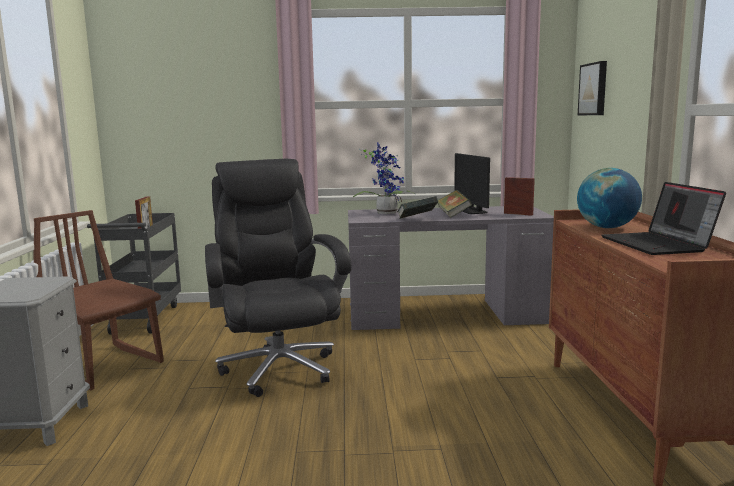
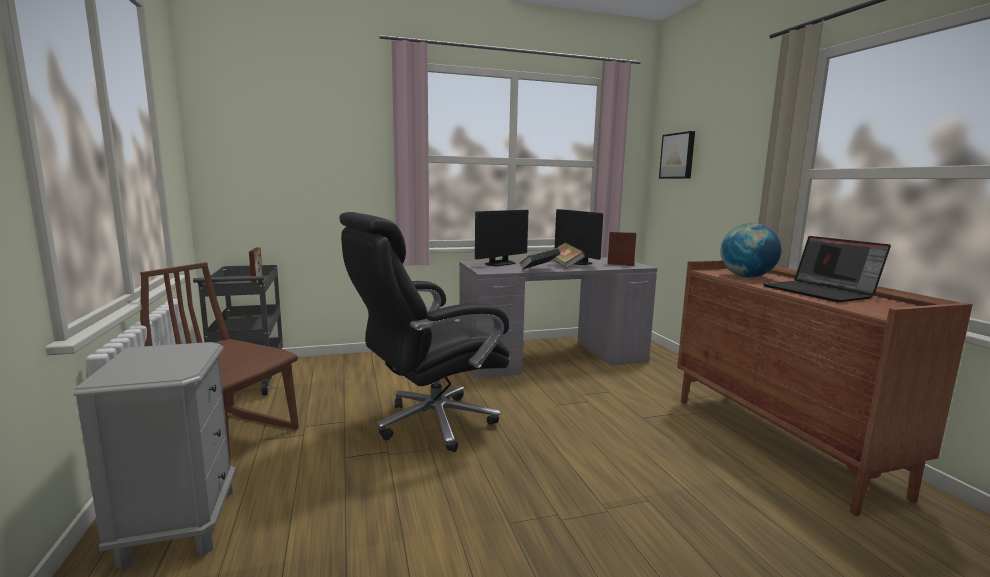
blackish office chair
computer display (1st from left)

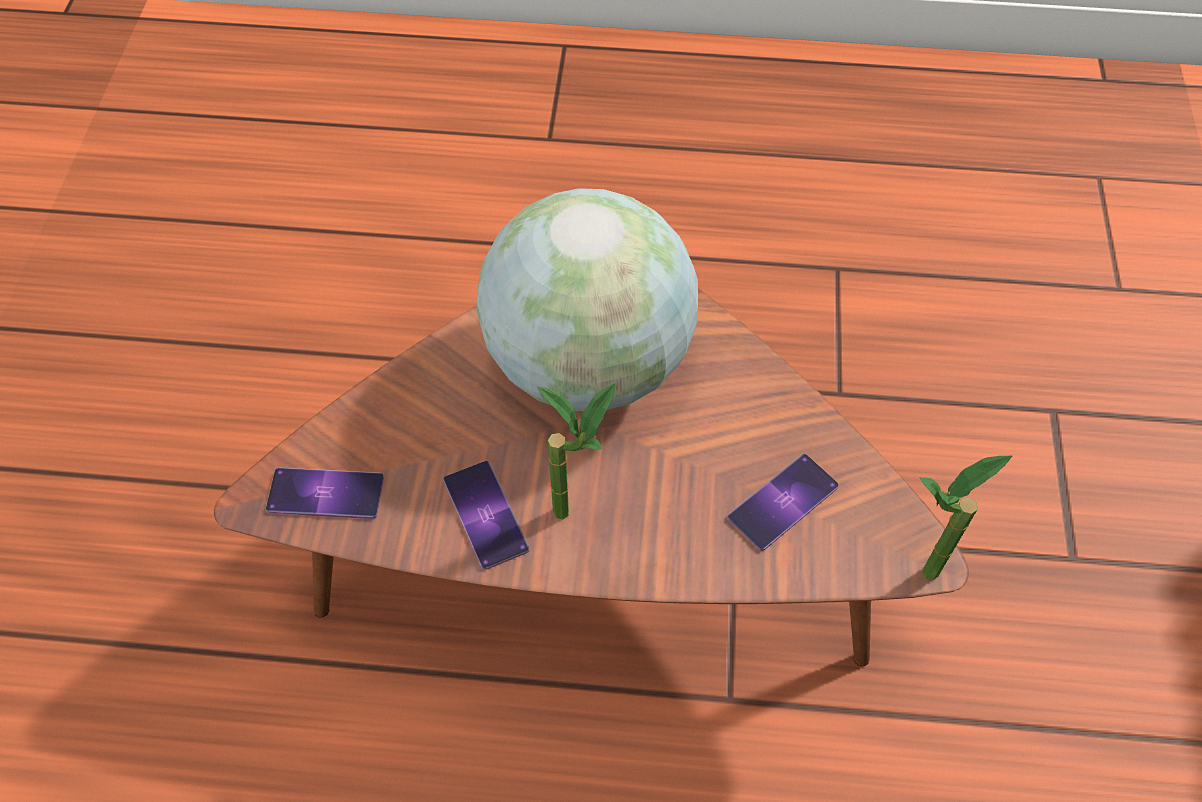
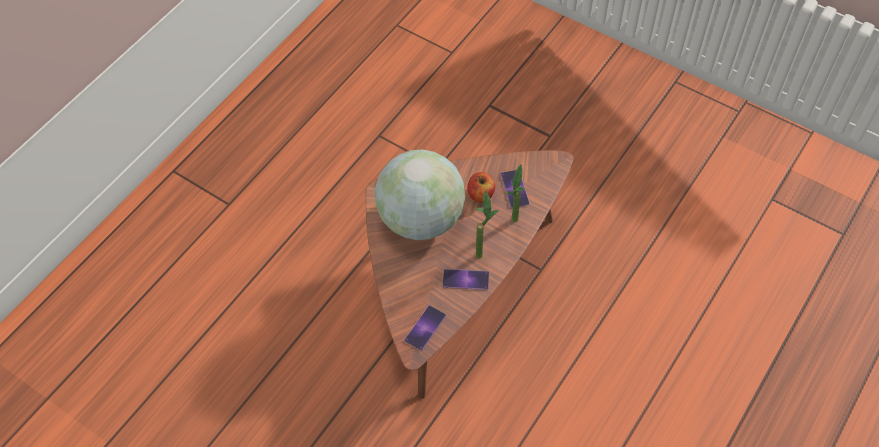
potted plant (2nd from left)
whole apple

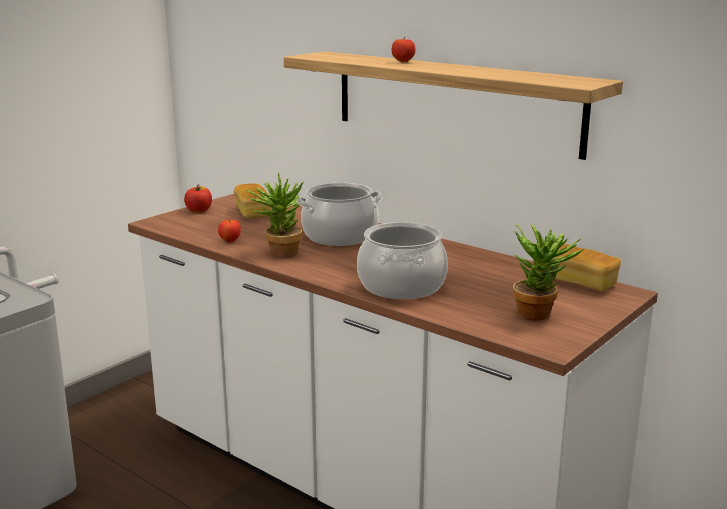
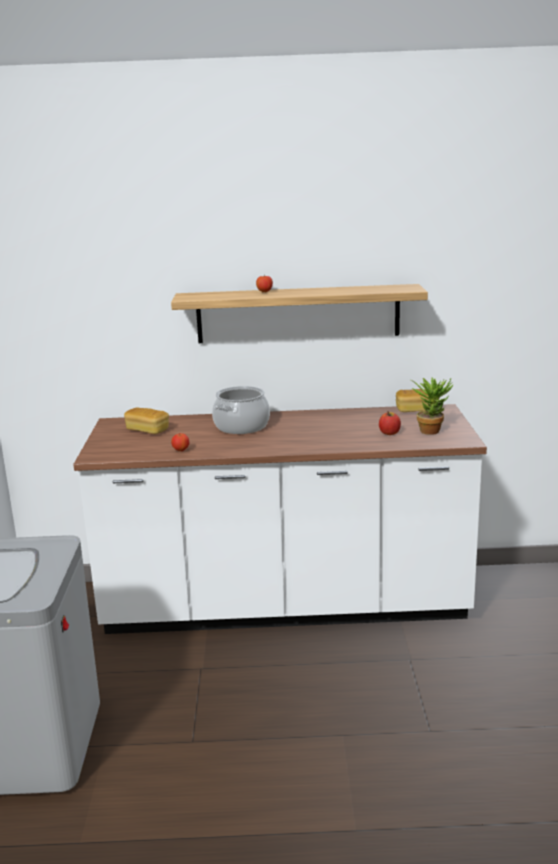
whole apple (3rd from left)
potted plant (1st from left in the first image)
stockpot (2nd from left in the first image)

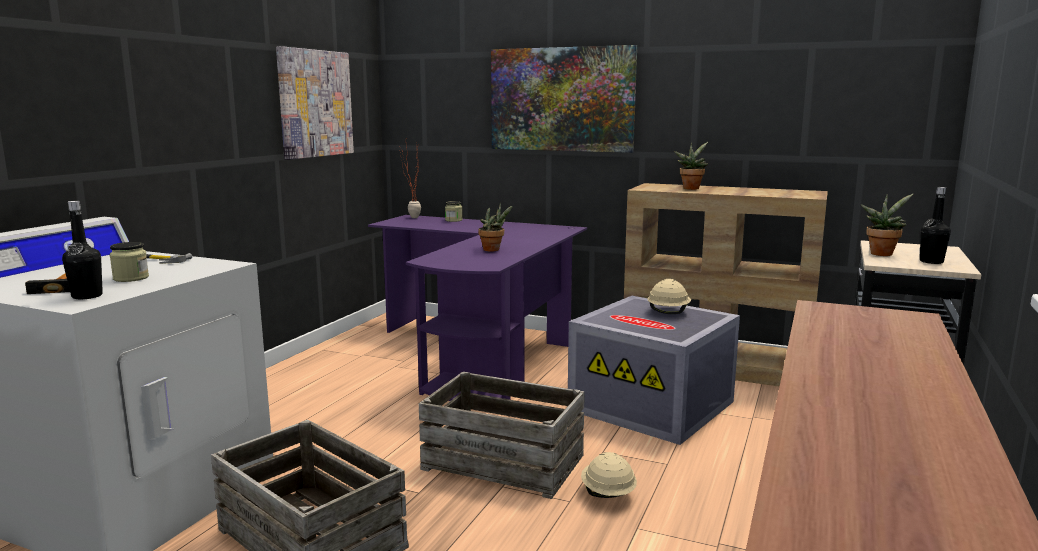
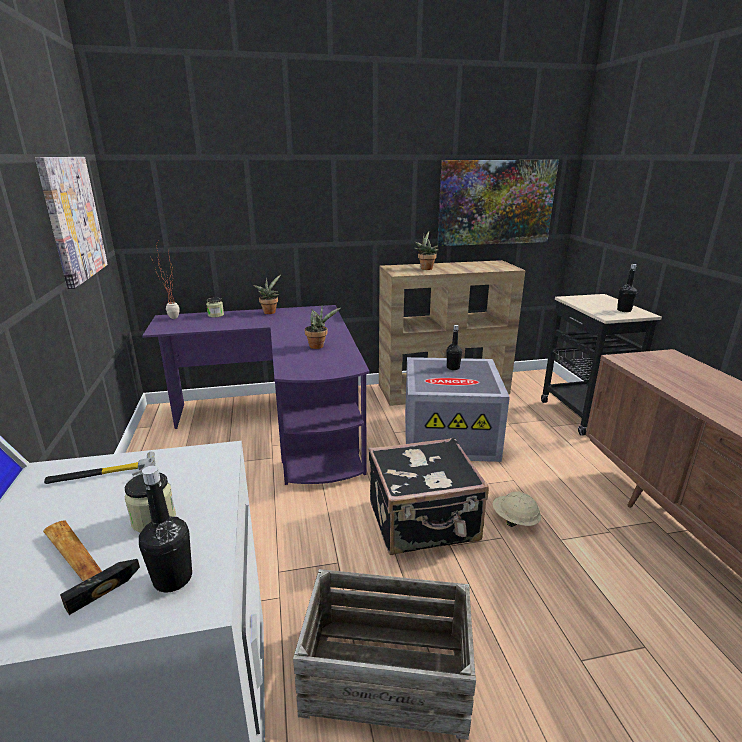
blackish piece of luggage
picture (2nd from left)
blackish beverage bottle (2nd from left)
potted plant (2nd from left)

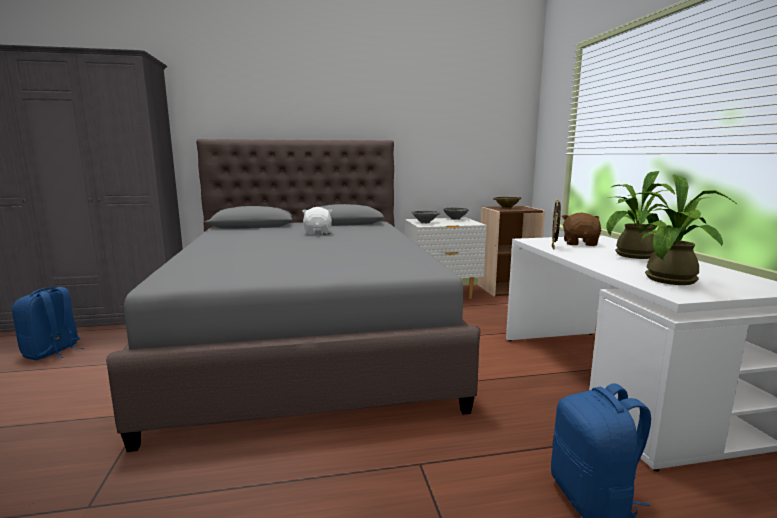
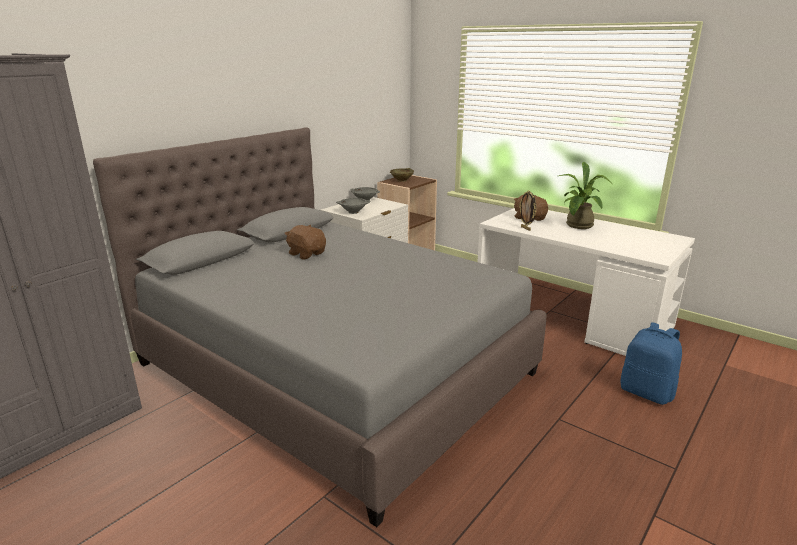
bluish knapsack (1st from left in the first image)
brown-coloured plush toy (1st from left)
potted plant (2nd from left in the first image)

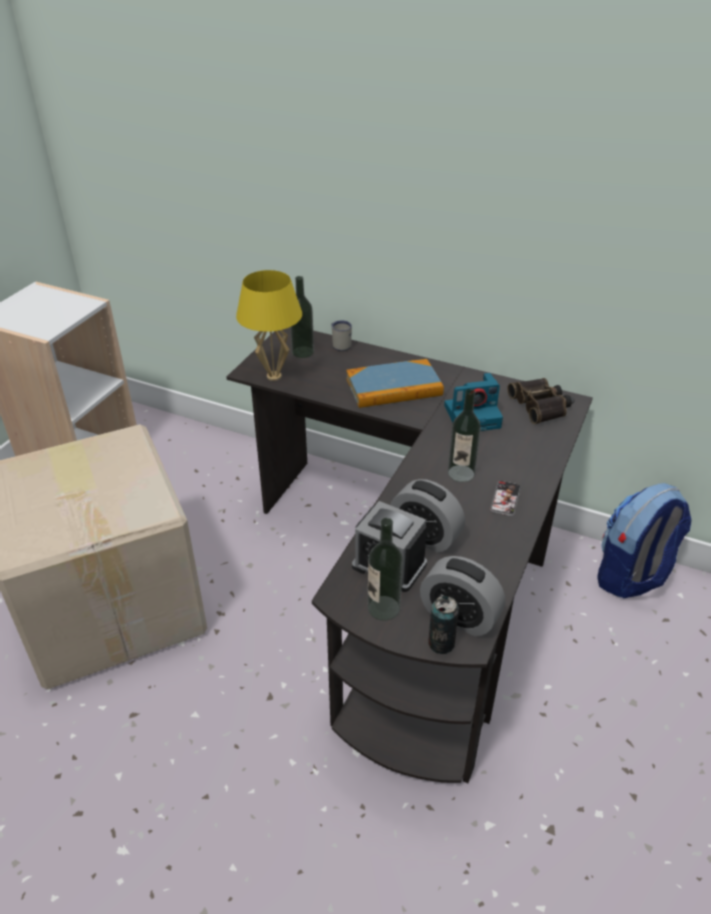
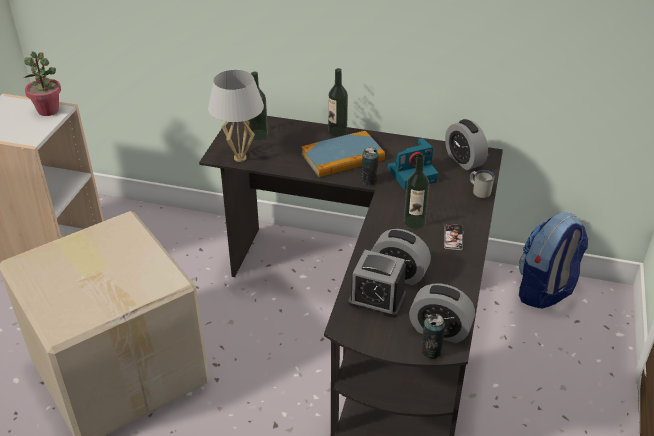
white lamp for a table
white mug
beverage bottle (2nd from left)
alarm clock (4th from left)
potted plant
sealed can (1st from left)

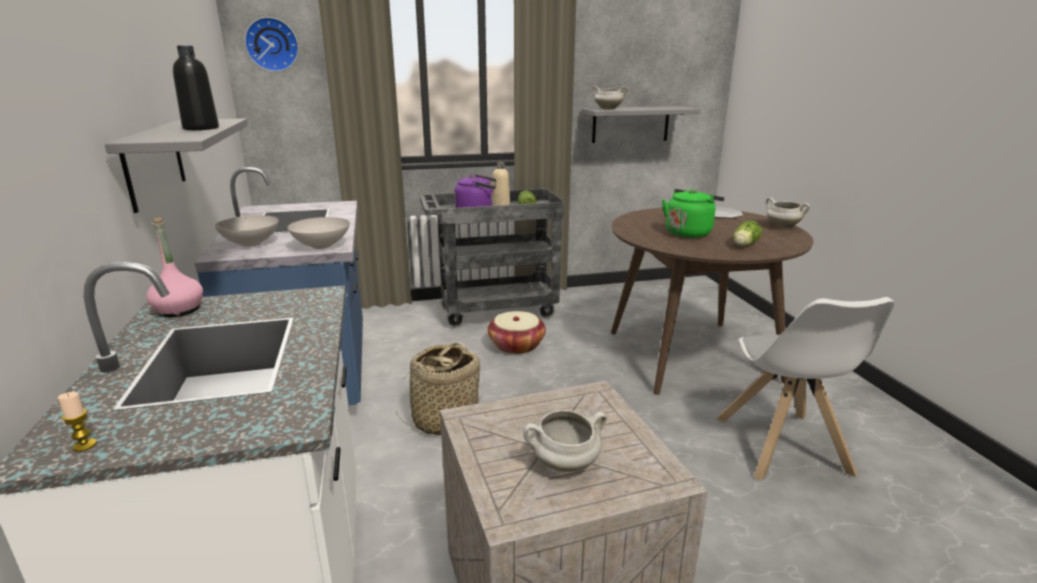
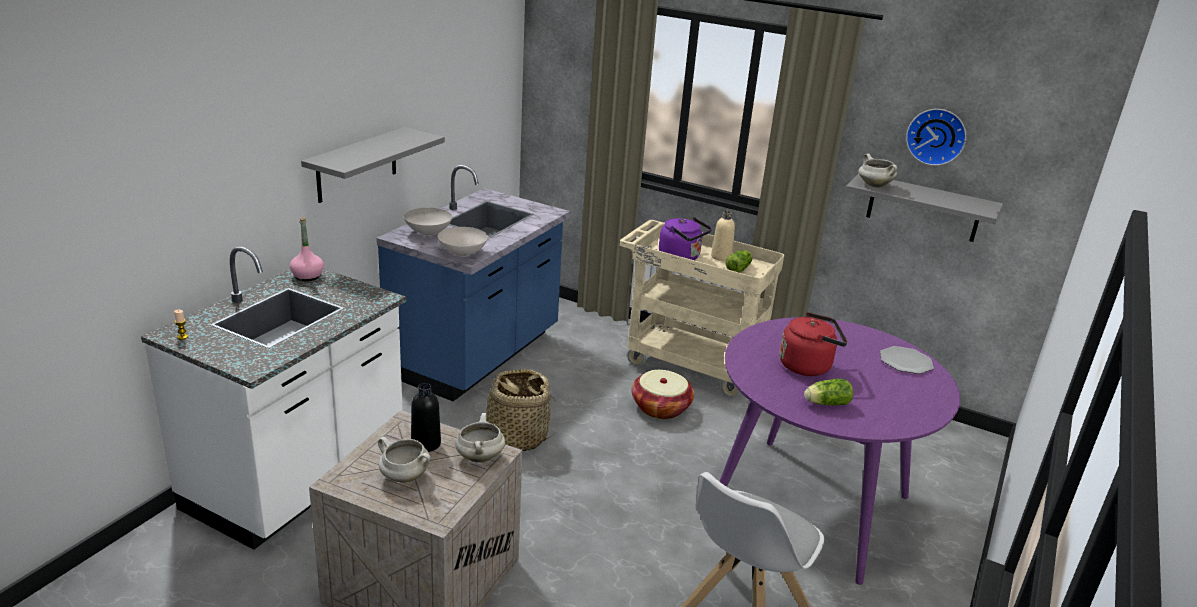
blackish beverage bottle
hanging clock
sand-coloured trolley
purple-coloured dining table
red-coloured water kettle
white stockpot (2nd from left)

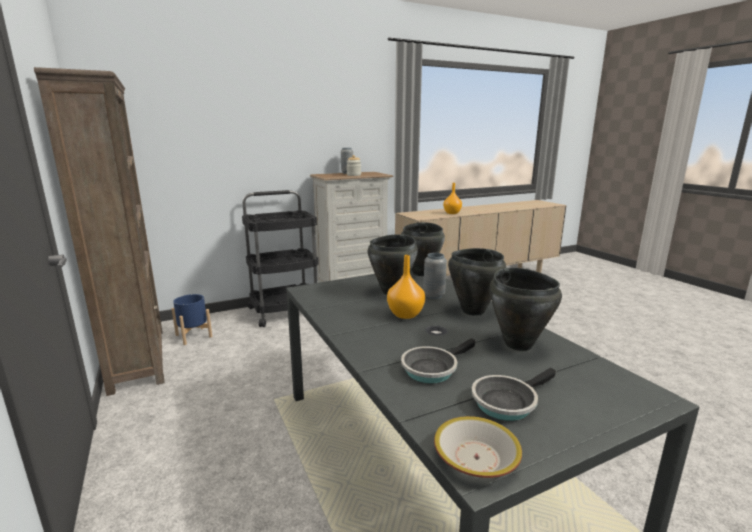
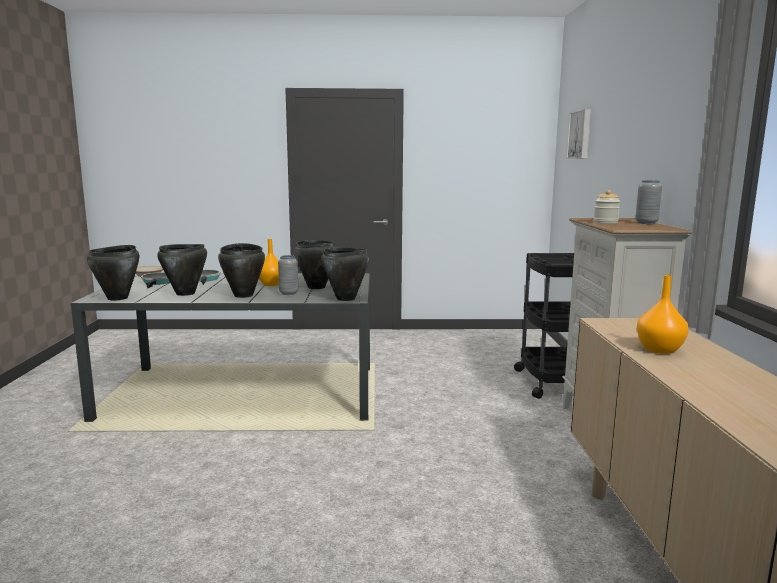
brown-coloured bookcase
bluish flower pot
blackish stockpot (1st from left)
picture

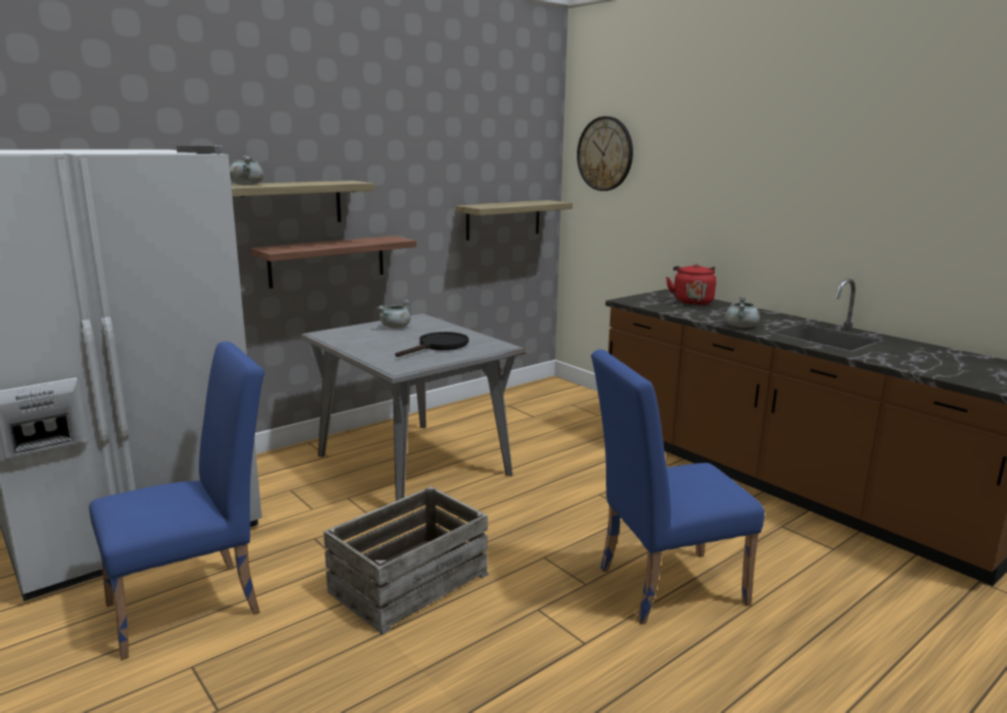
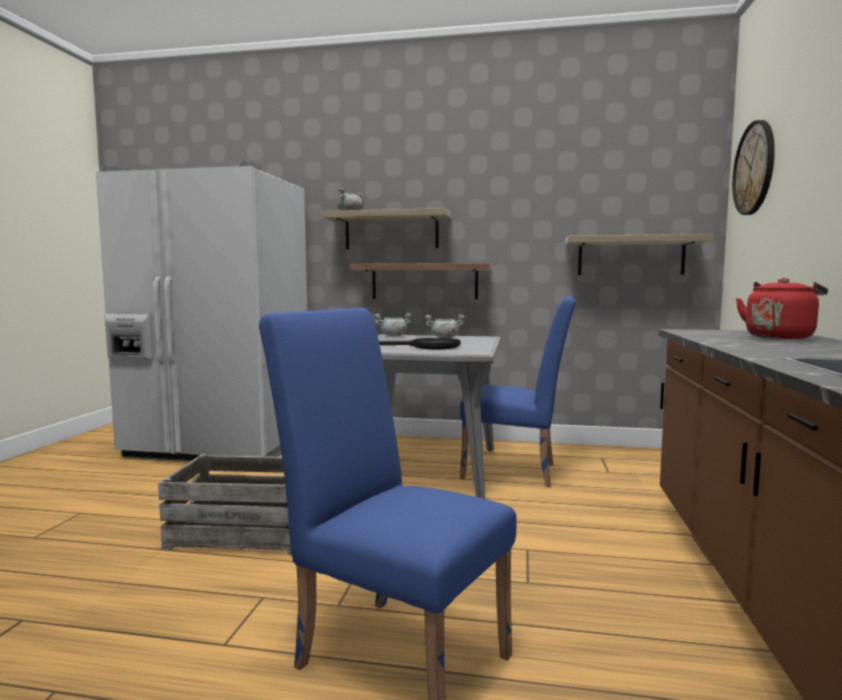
bluish chair (2nd from left)
gray stockpot (2nd from left)

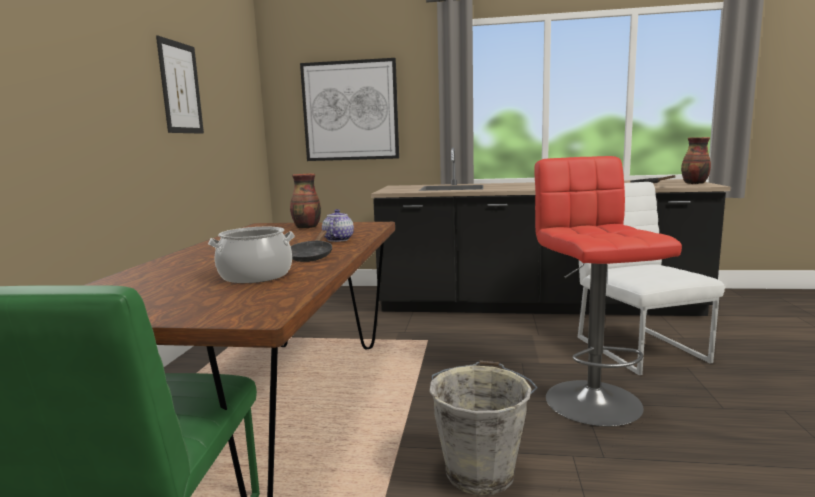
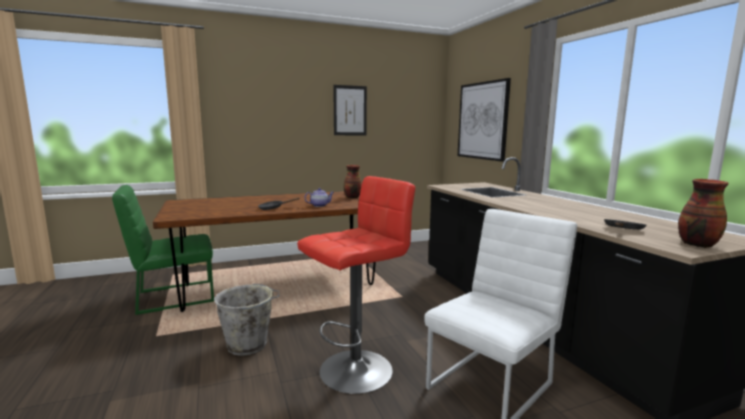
stockpot

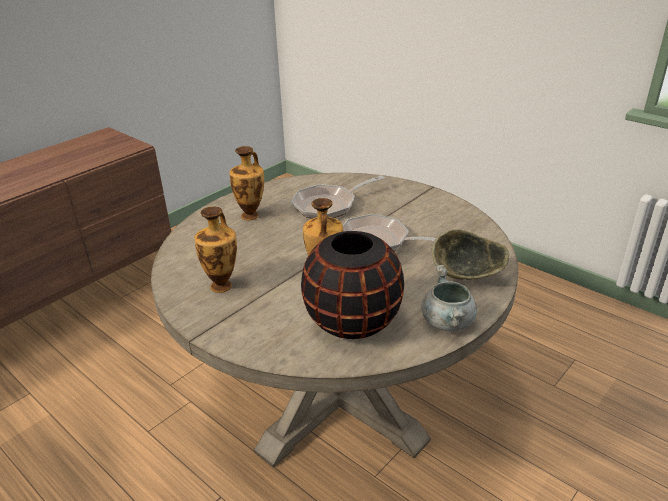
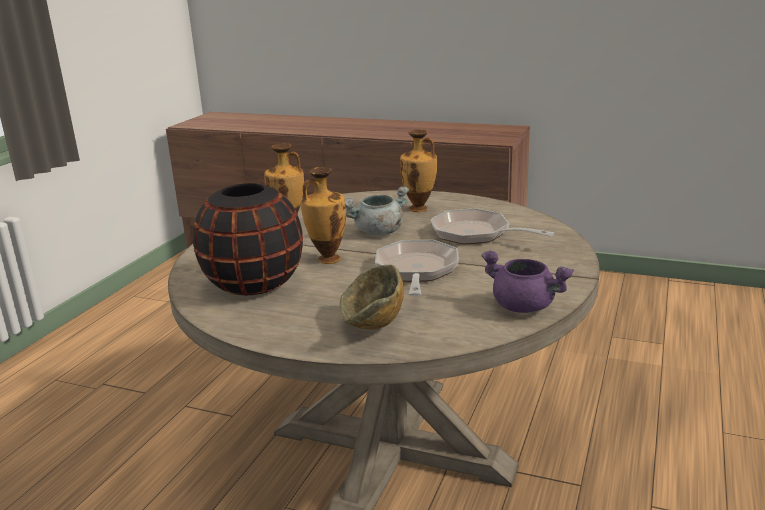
gray stockpot
purple-coloured stockpot

